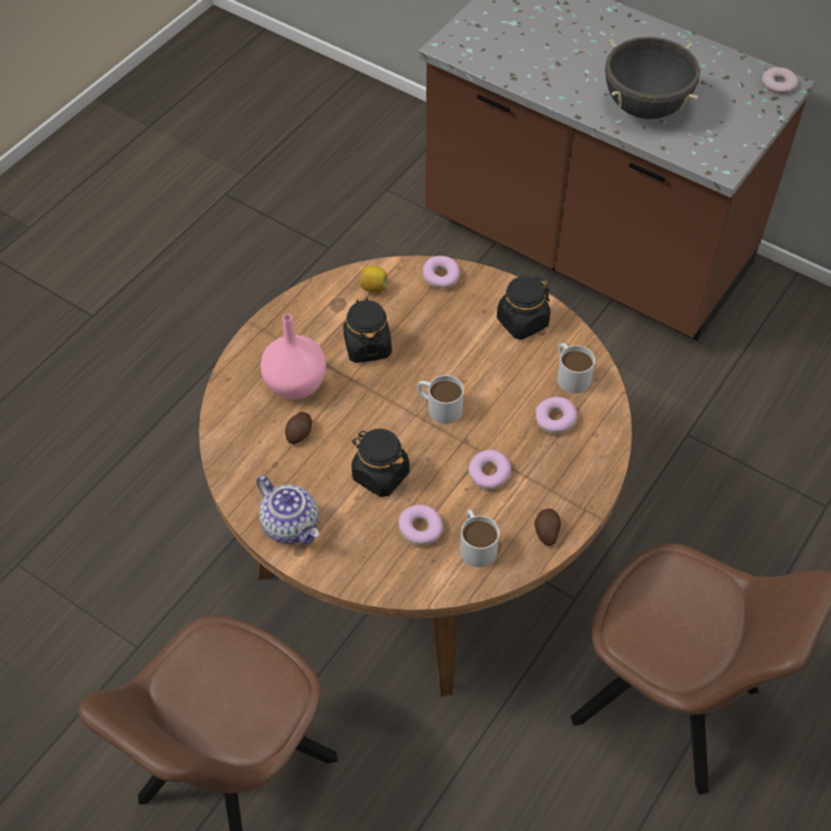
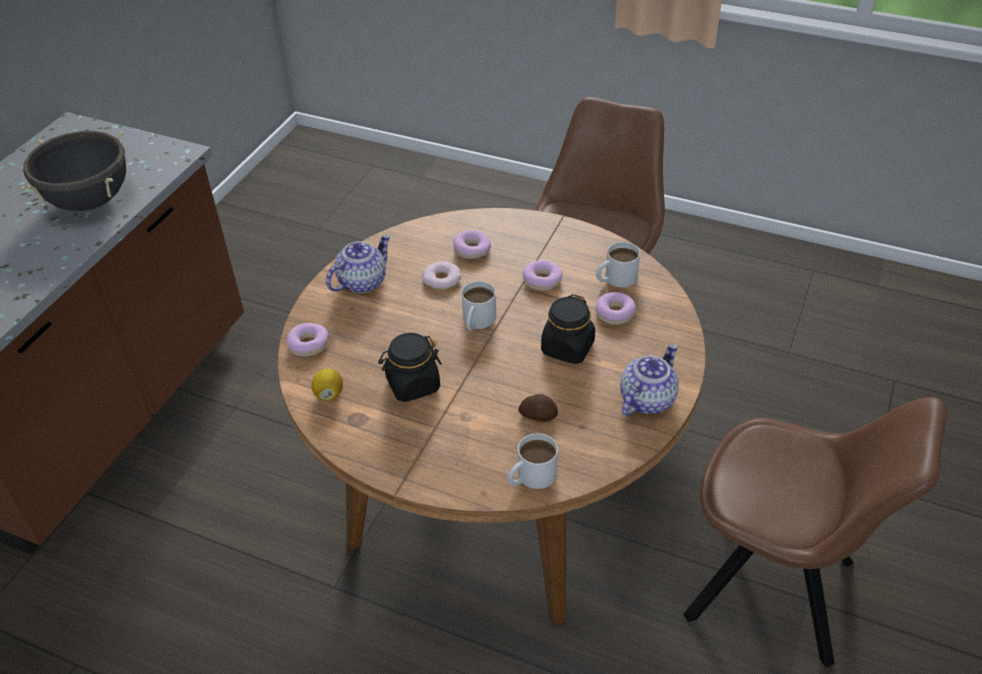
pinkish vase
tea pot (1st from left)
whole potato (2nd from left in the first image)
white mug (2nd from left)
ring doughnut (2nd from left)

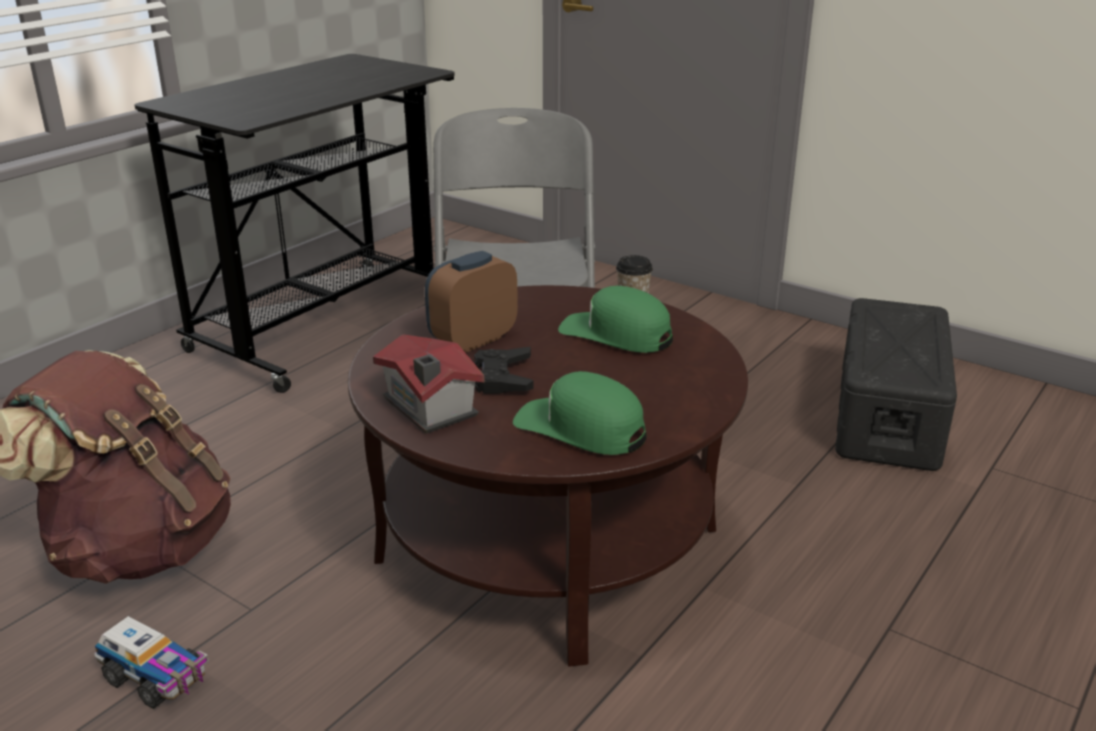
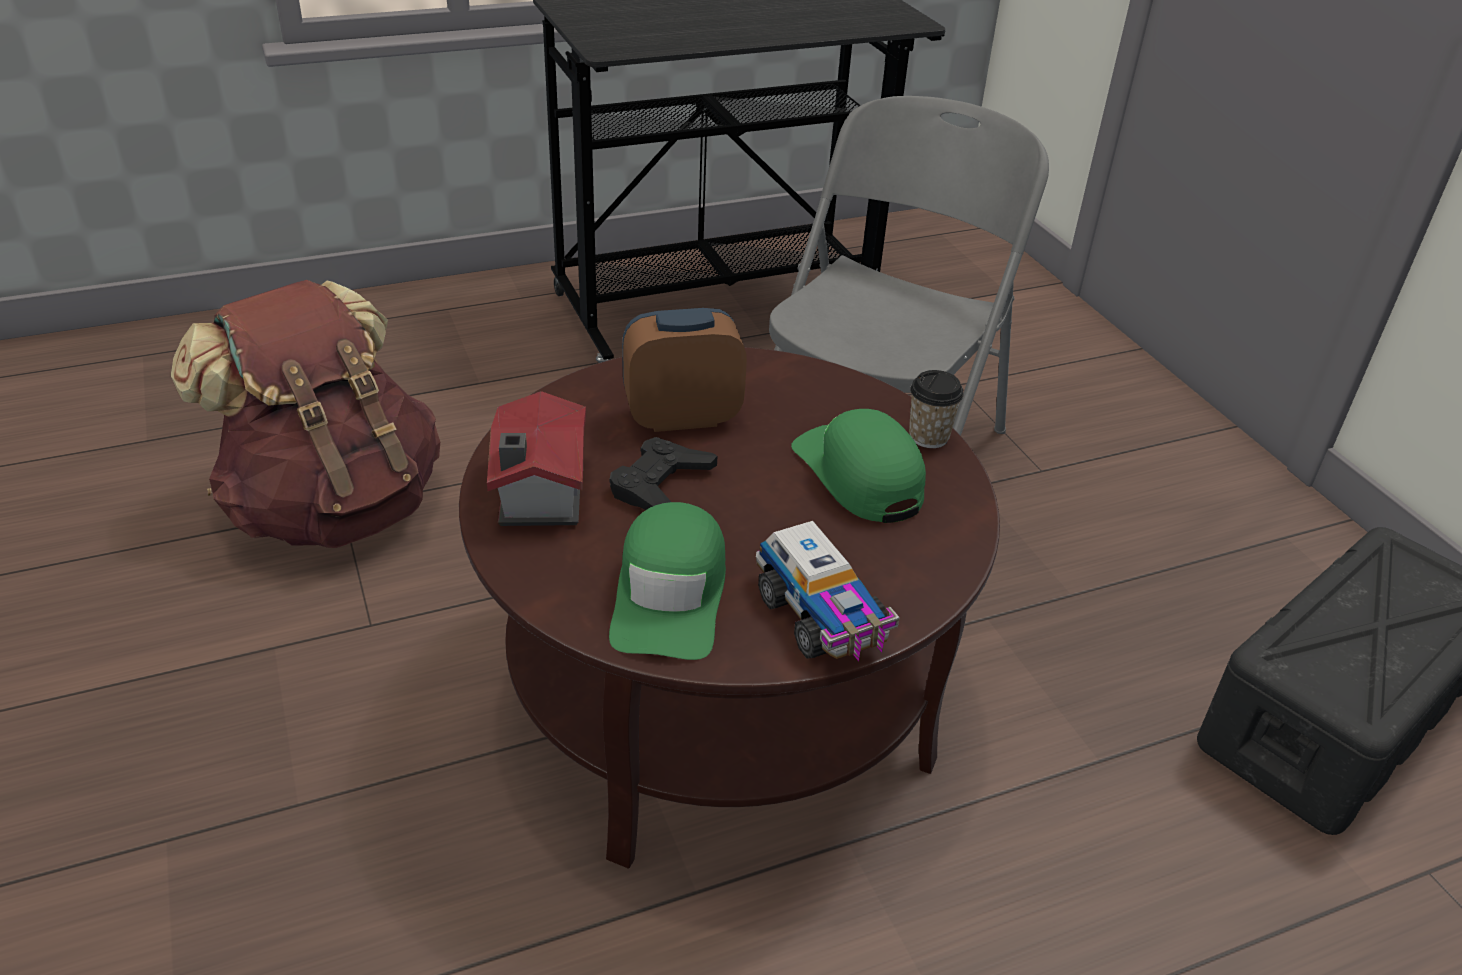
toy lorry
greenish cap (1st from left)

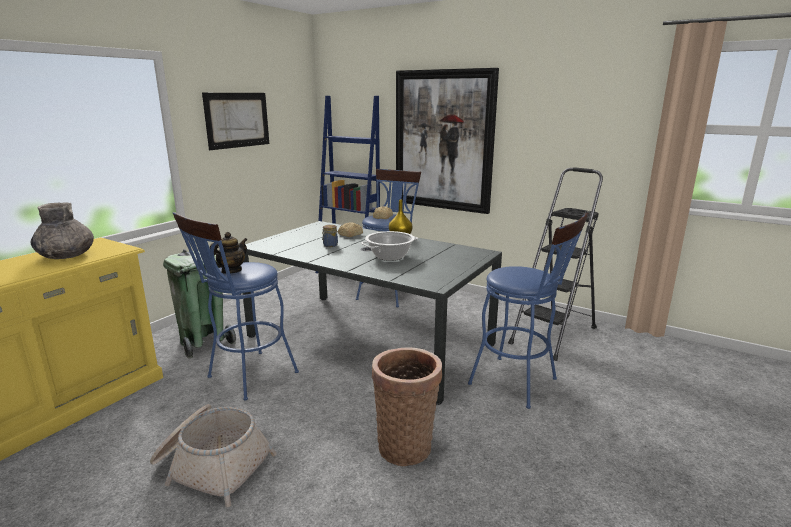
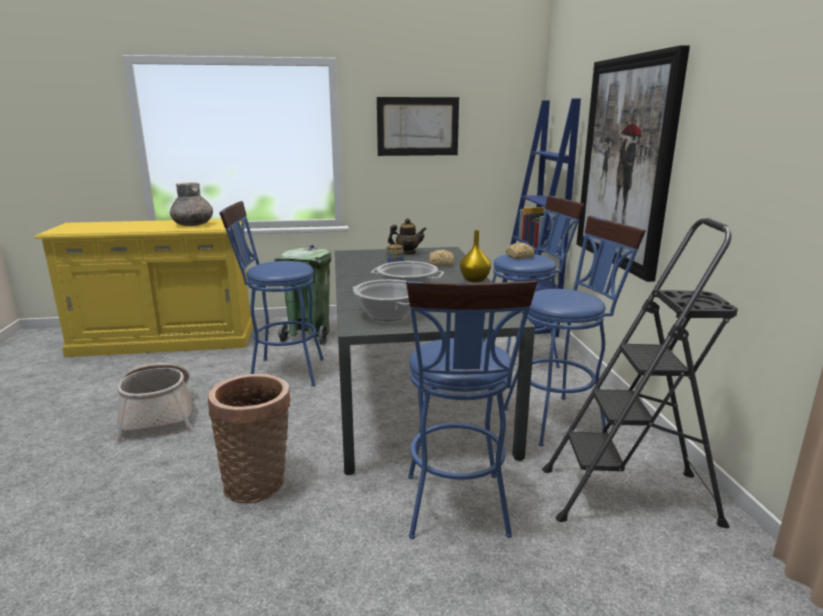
tea pot
stockpot (1st from left)
bluish stool (4th from left)

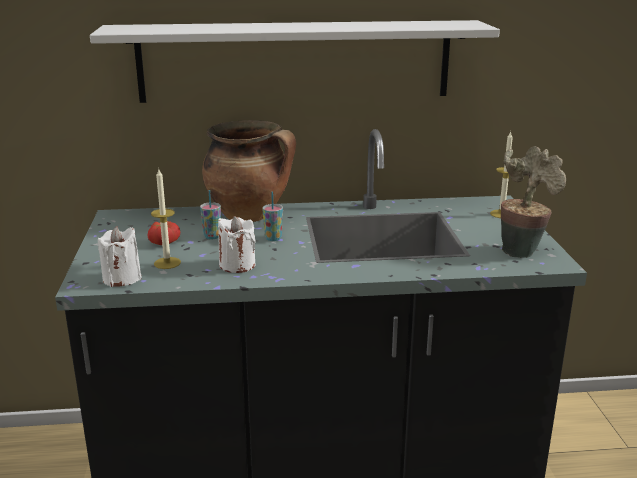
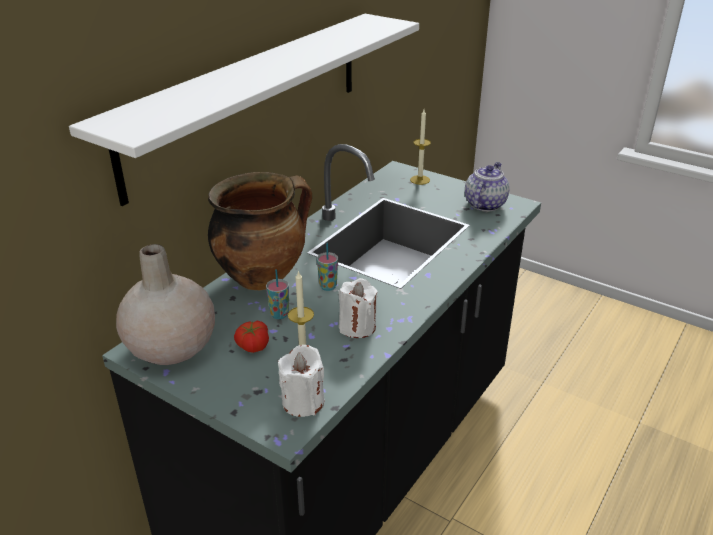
tea pot
sand-coloured vase

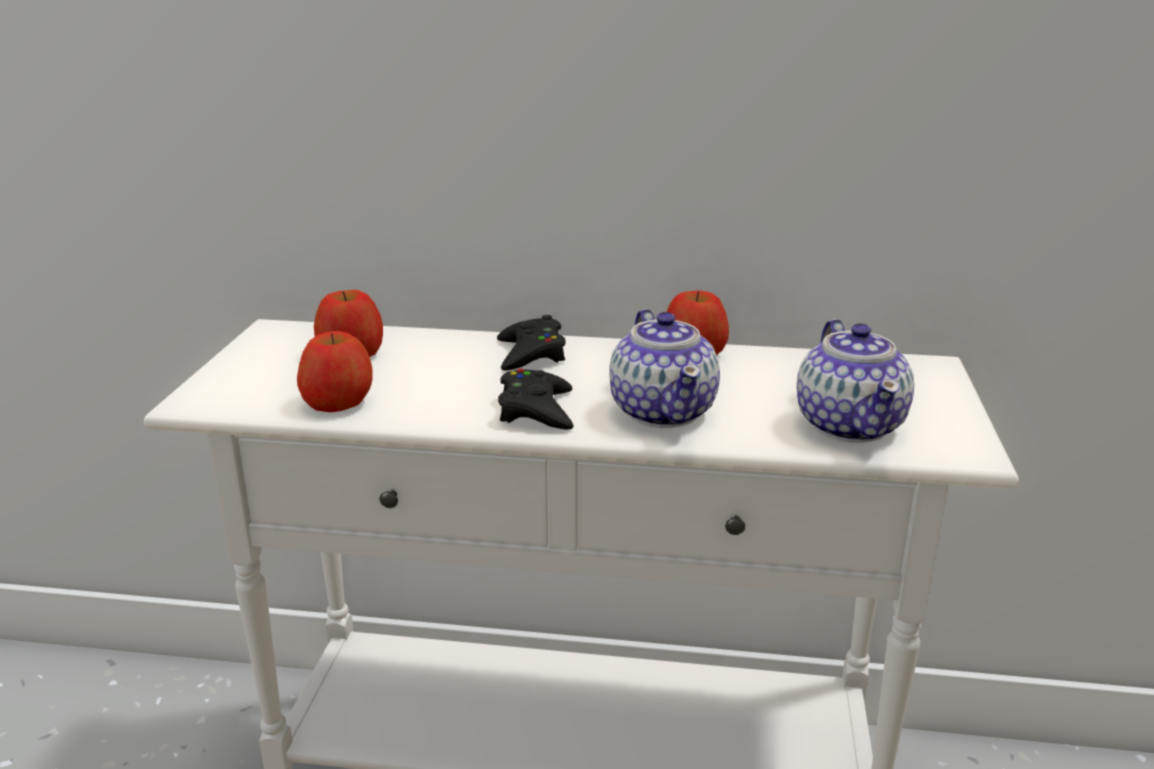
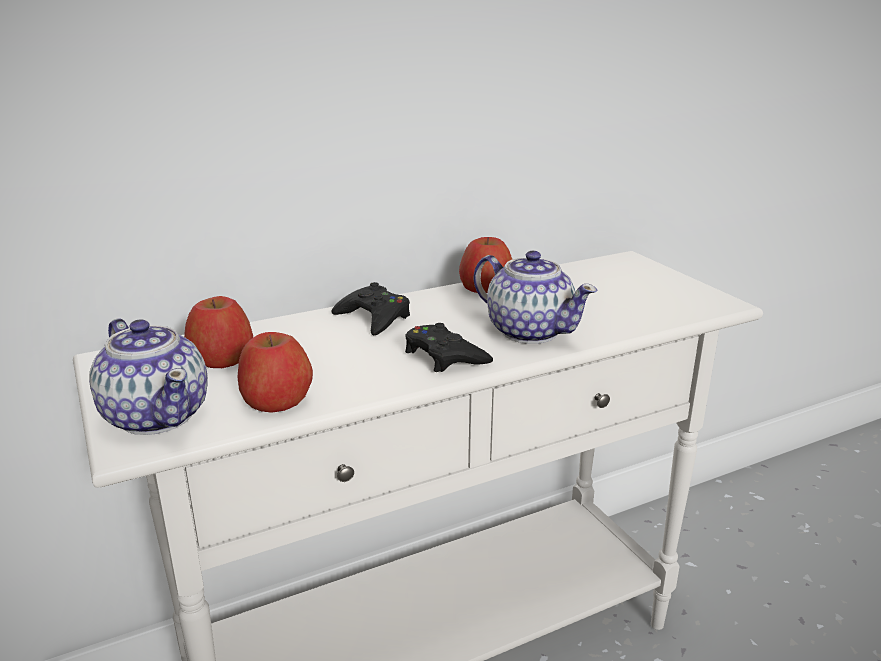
tea pot (1st from left)

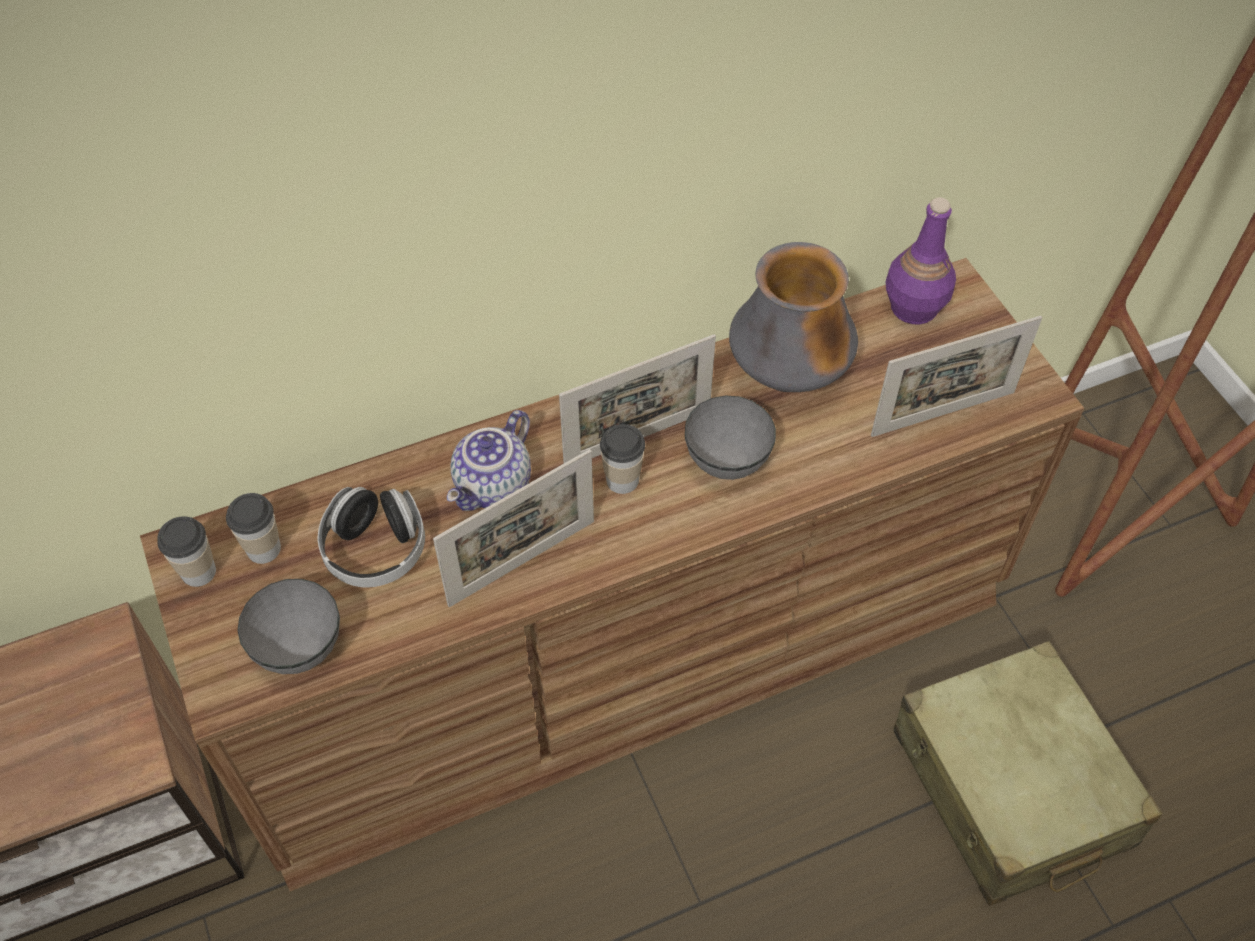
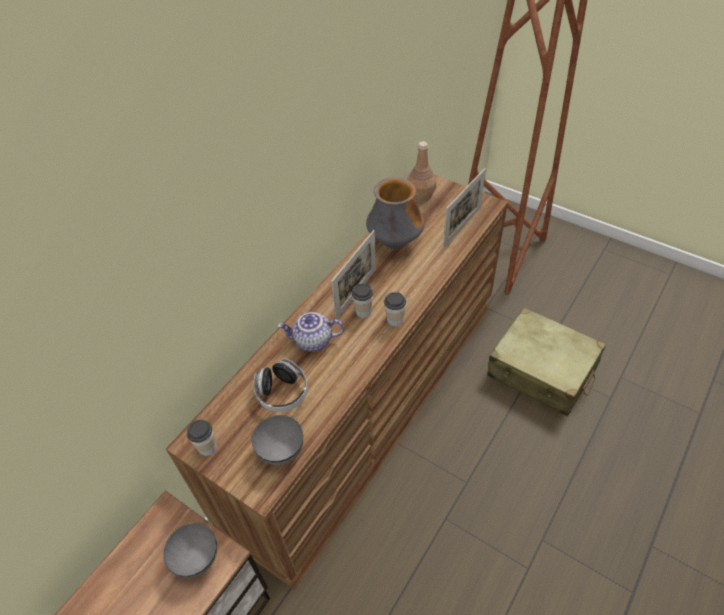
cup (3rd from left)
picture frame (1st from left in the first image)
tea pot
gray bowl (1st from left)
brown-coloured beverage bottle

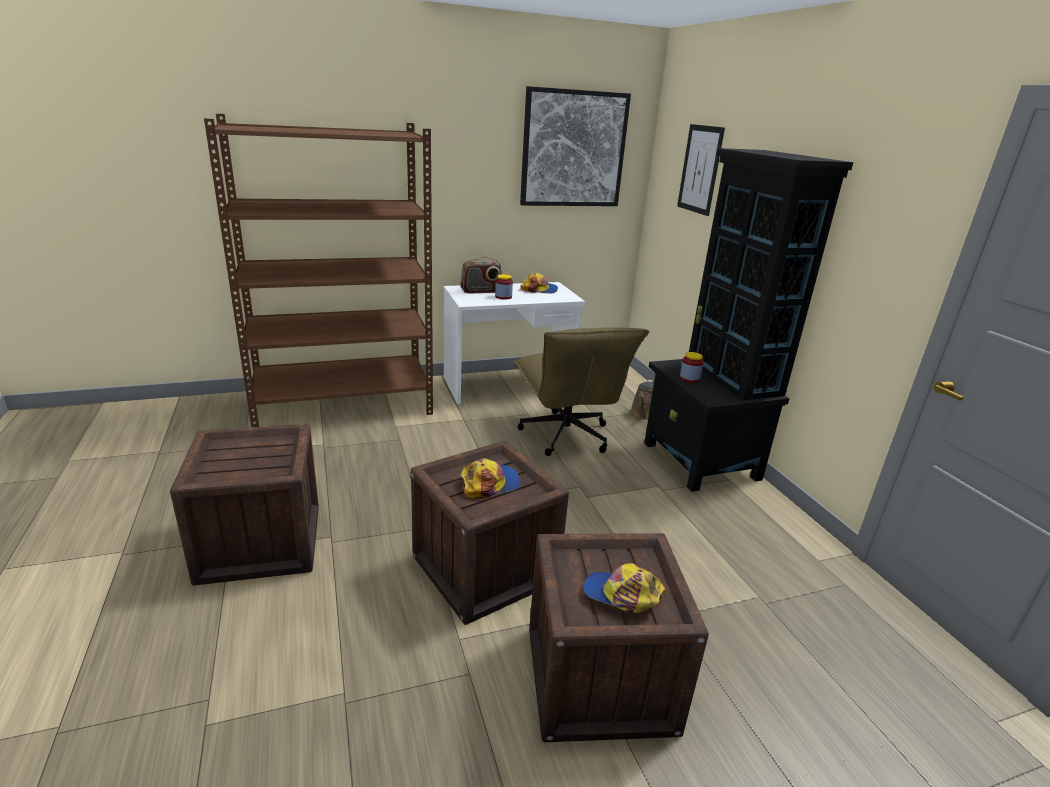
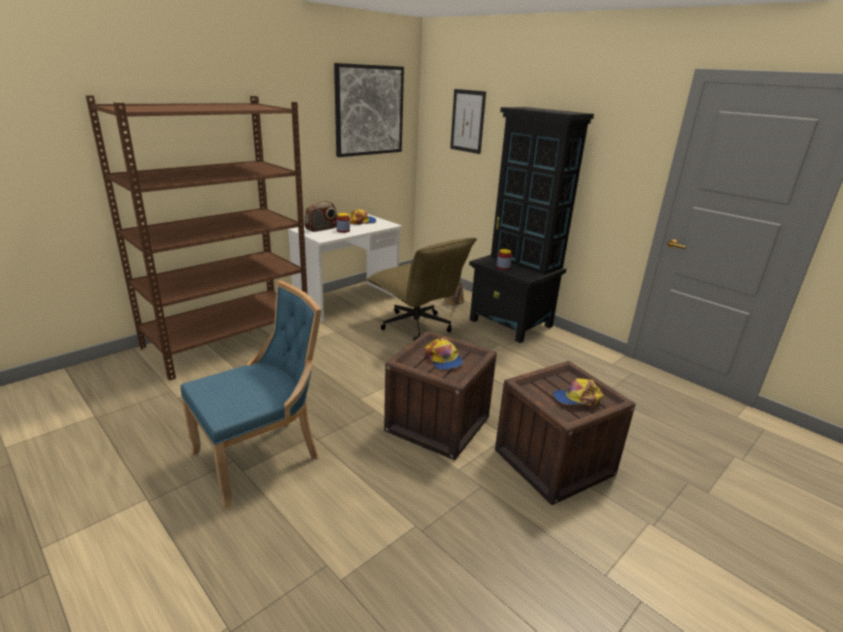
bluish chair
cap (2nd from left)

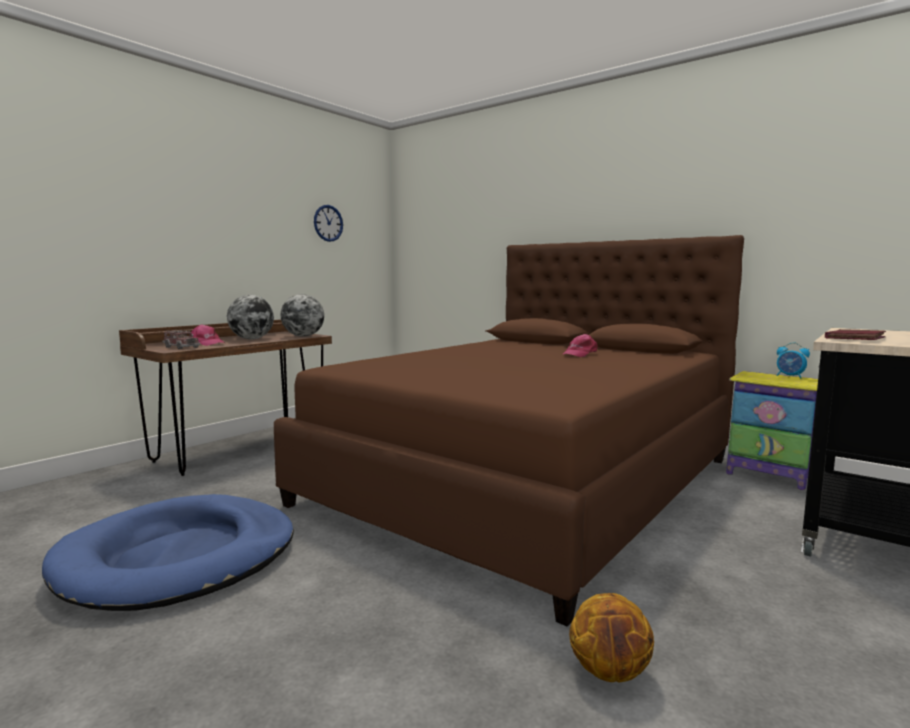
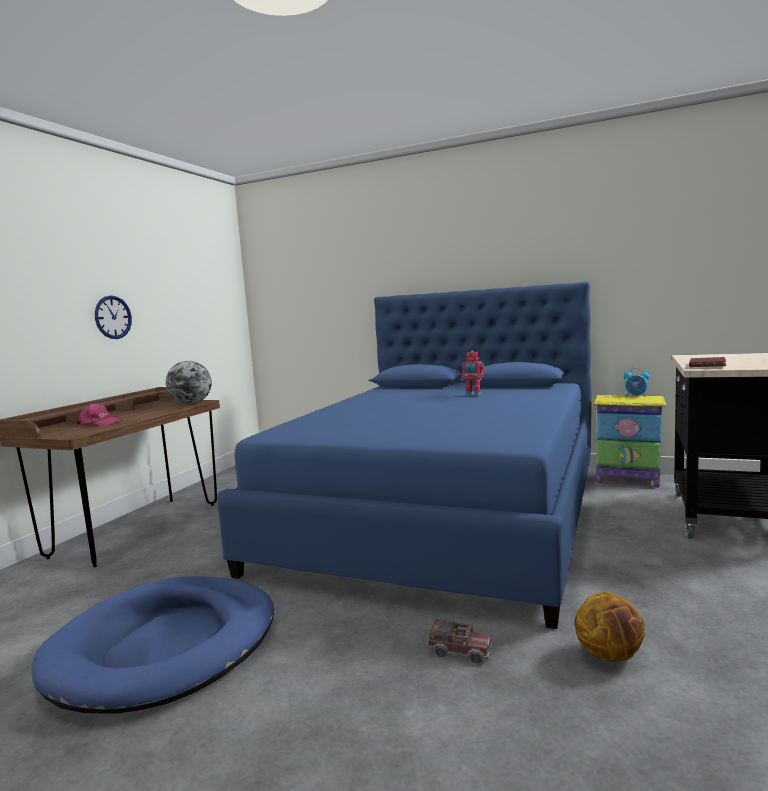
toy lorry
desk globe (1st from left in the first image)
bluish bed
hanging clock
model robot

